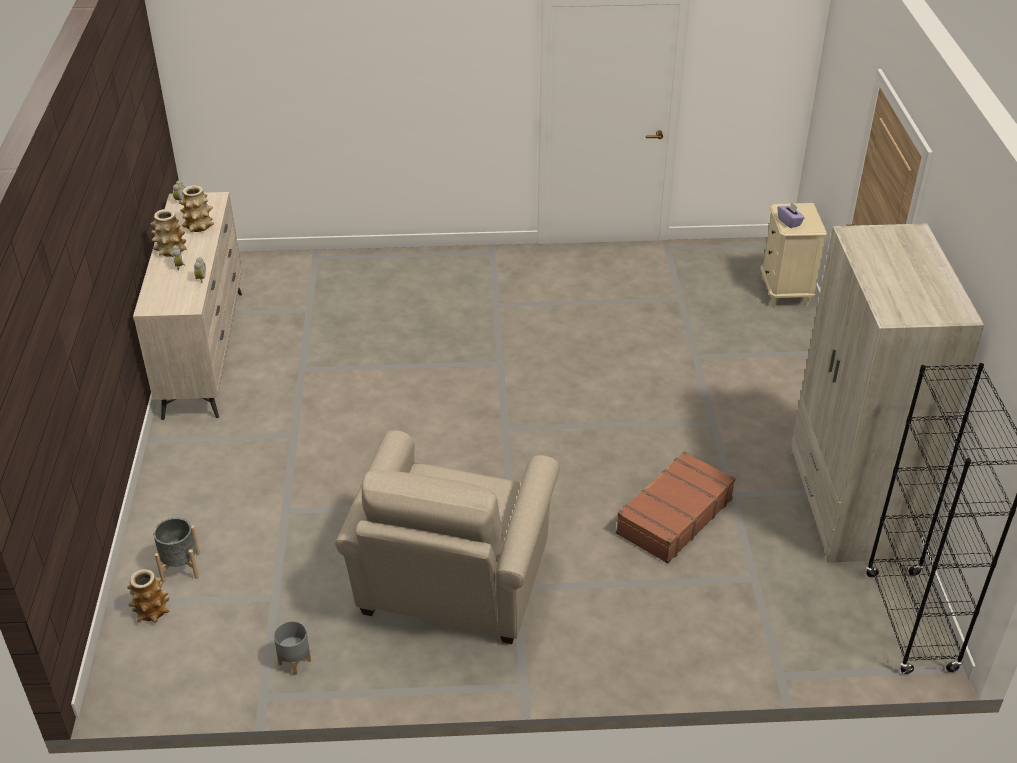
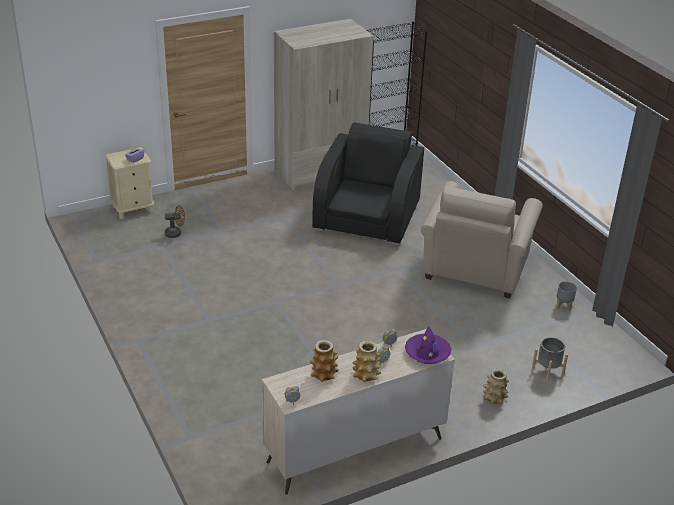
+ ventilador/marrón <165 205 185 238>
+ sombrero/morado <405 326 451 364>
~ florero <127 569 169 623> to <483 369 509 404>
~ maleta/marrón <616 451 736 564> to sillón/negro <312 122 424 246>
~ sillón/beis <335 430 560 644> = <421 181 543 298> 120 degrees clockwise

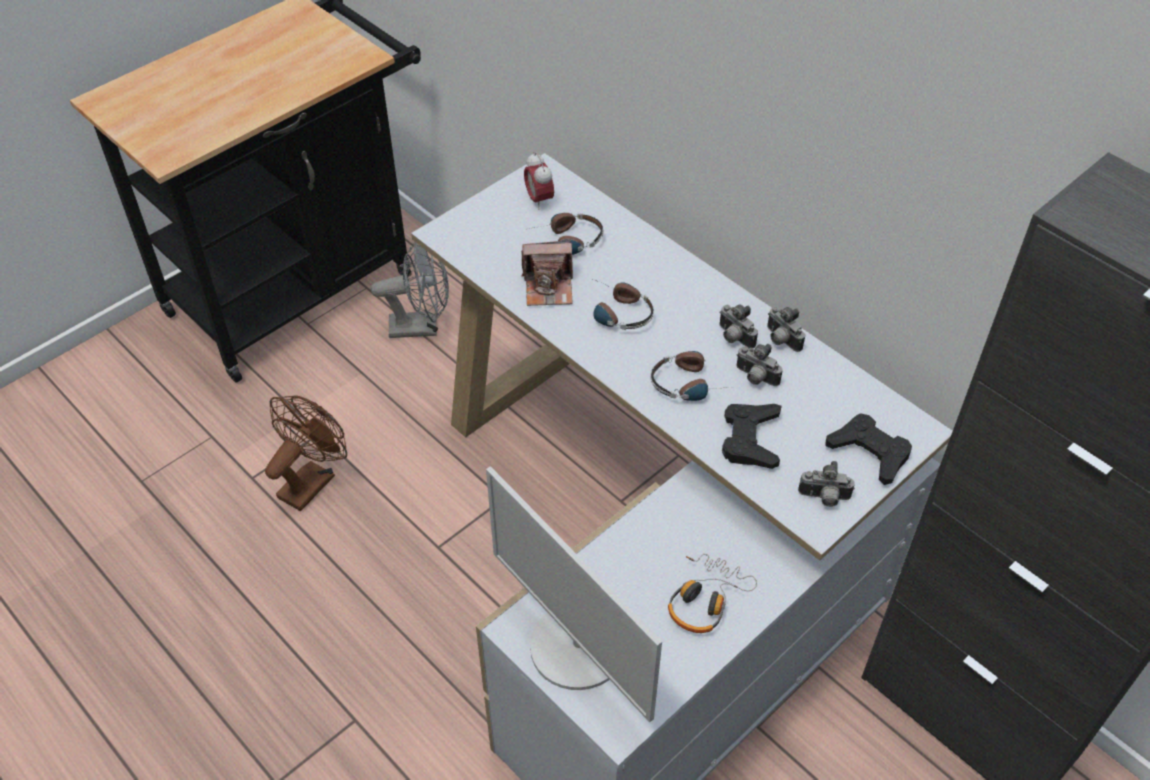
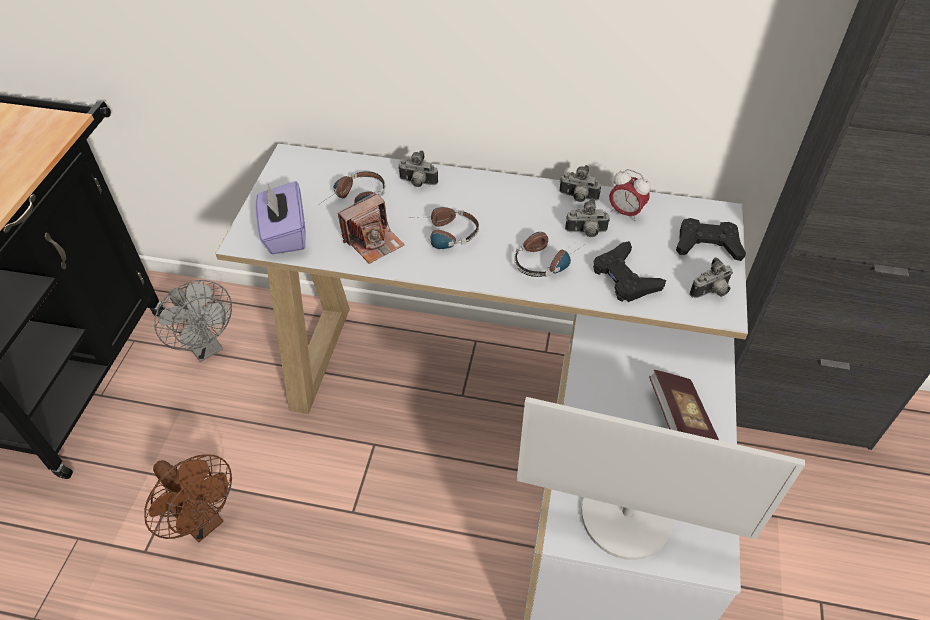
+ caja de pañuelos/morado <256 181 306 254>
~ despertador <524 152 554 210> to <609 169 651 222>
~ cámara <719 304 758 349> to <398 151 438 187>
~ auriculares <668 554 757 633> to libro <649 370 719 440>
~ ventilador/marrón <265 396 347 511> = <144 454 232 543> 135 degrees clockwise
~ ventilador/gris <371 242 449 338> = <154 280 232 362> 90 degrees clockwise

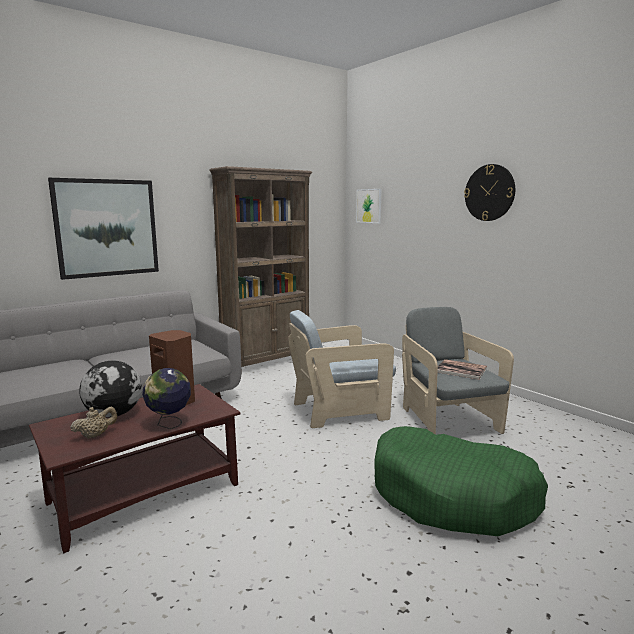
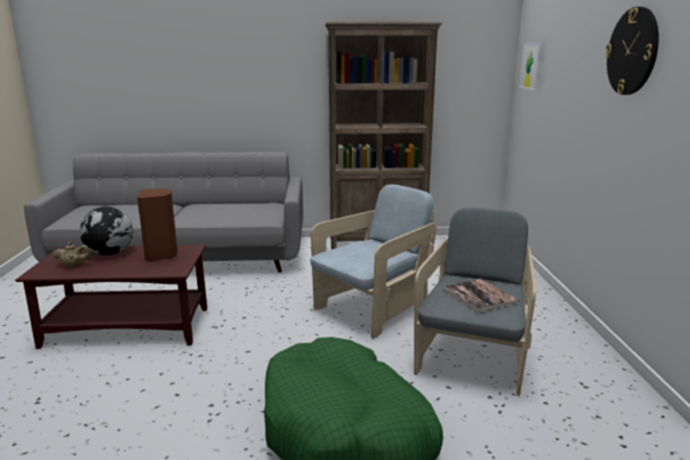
- cuadro <48 178 159 280>
- globo terráqueo <142 368 191 429>
~ sillón/beis <288 310 396 428> = <311 184 437 339> 120 degrees clockwise

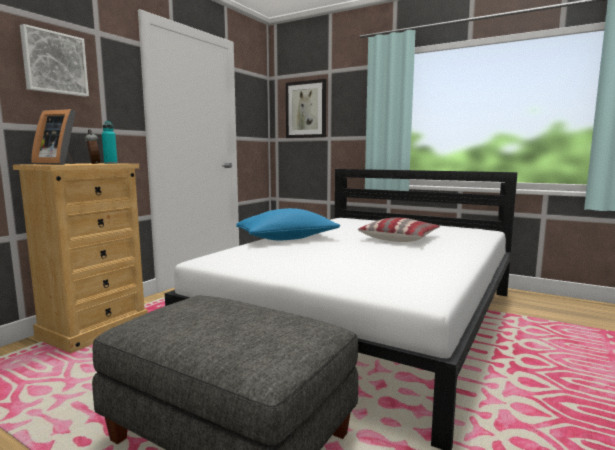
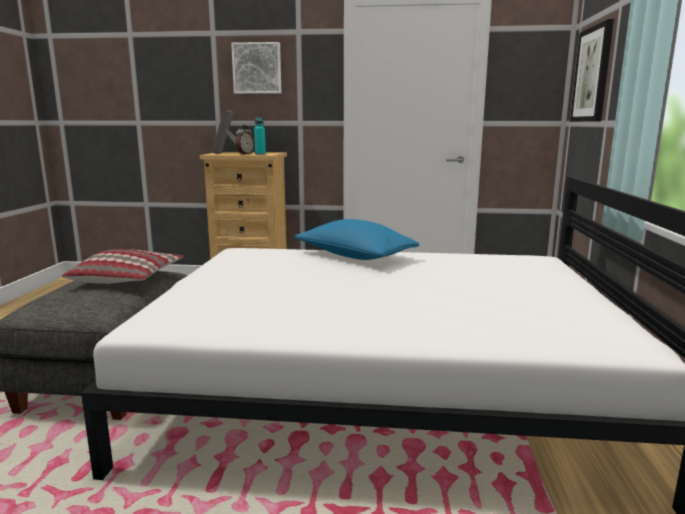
~ cojín <358 218 440 242> to <62 249 183 284>

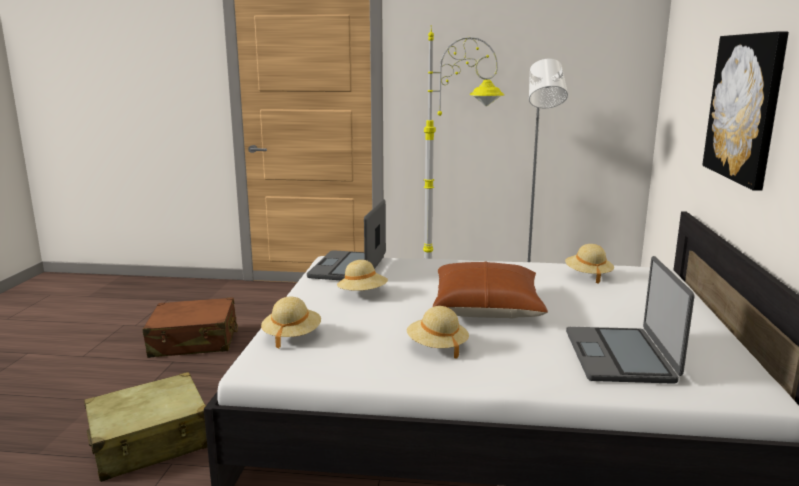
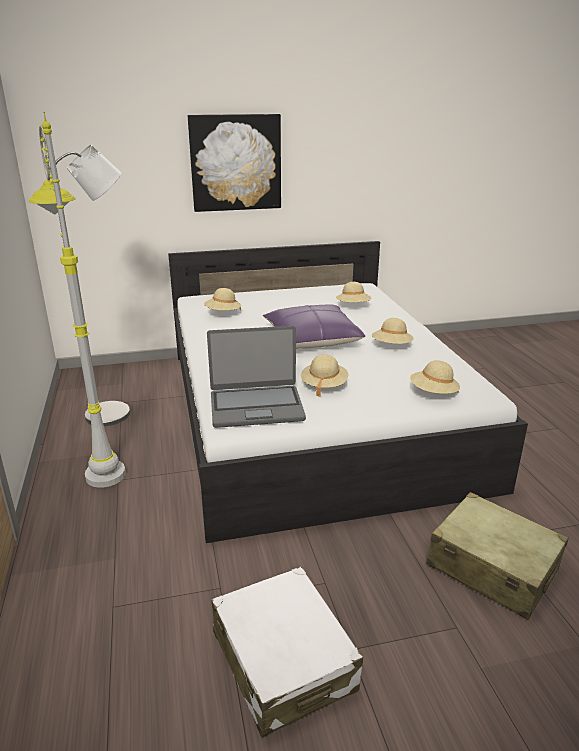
~ portátil <566 256 695 384> to sombrero/beis <336 282 372 302>
~ maleta/marrón <143 297 238 358> to maleta/blanco <211 567 363 738>
~ cojín/marrón <432 262 548 319> to cojín/morado <262 304 366 349>

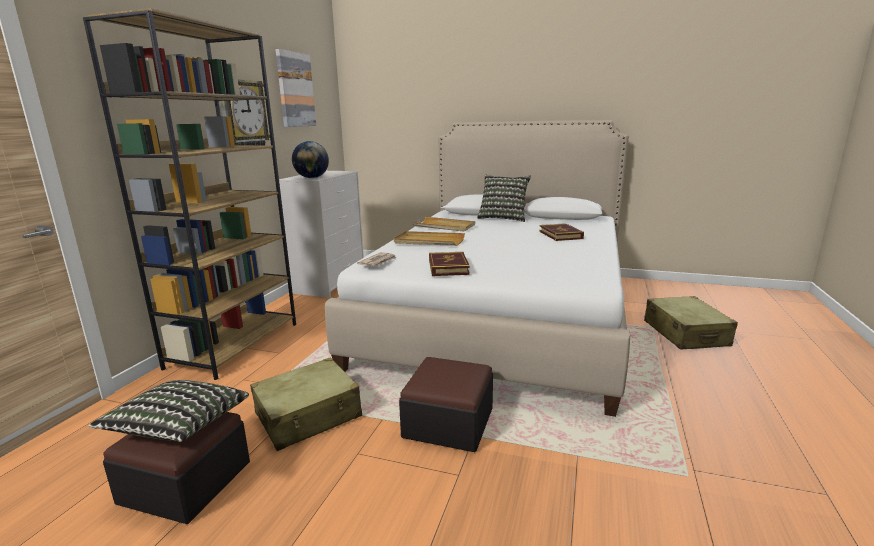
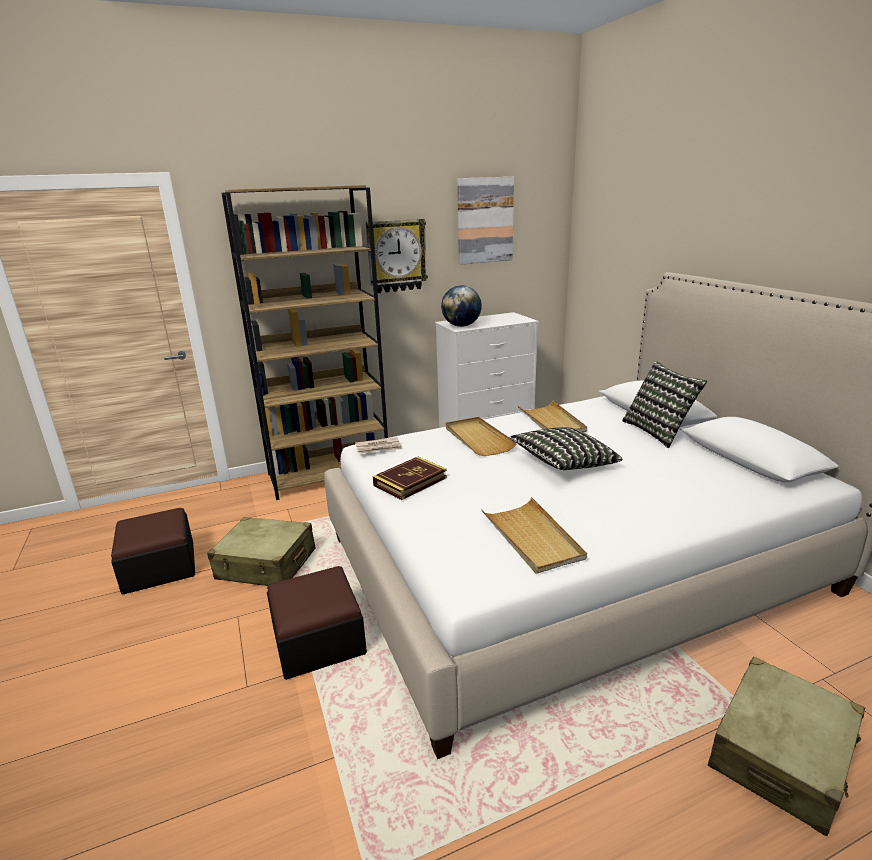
- libro <539 223 584 241>
+ bandeja/beis <481 497 587 574>
~ cojín <89 380 249 442> to <509 427 622 470>

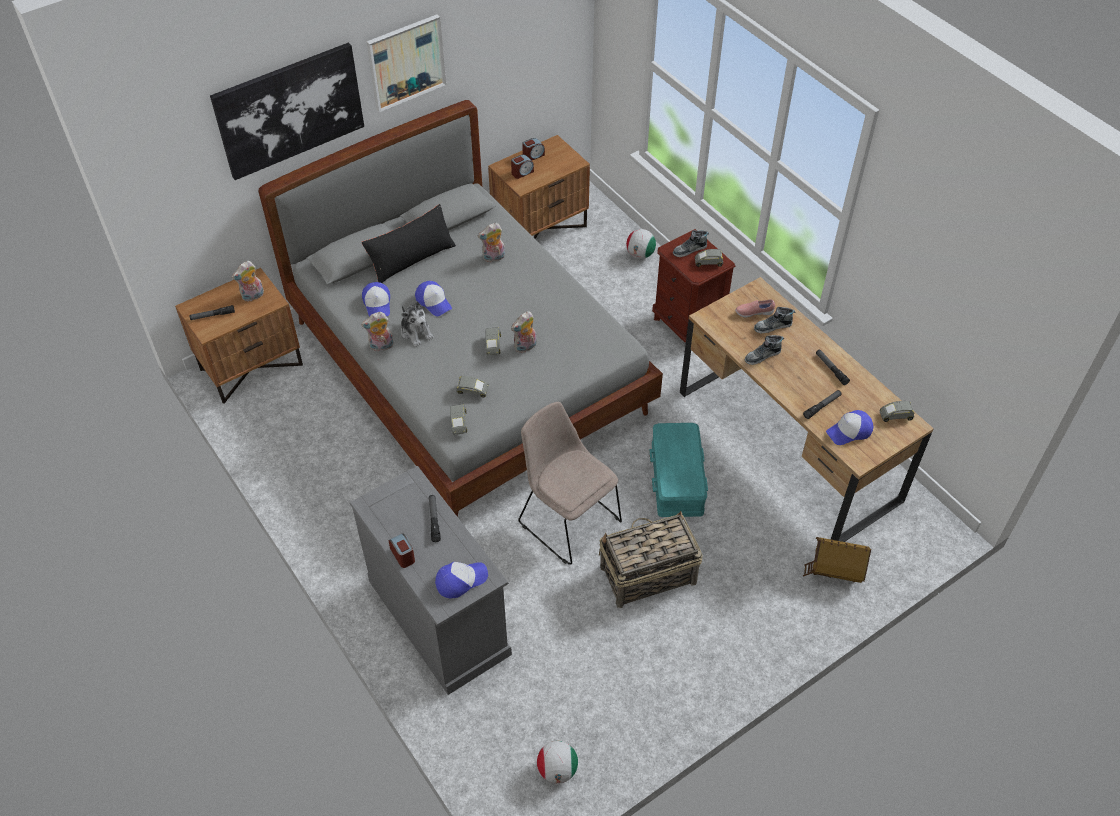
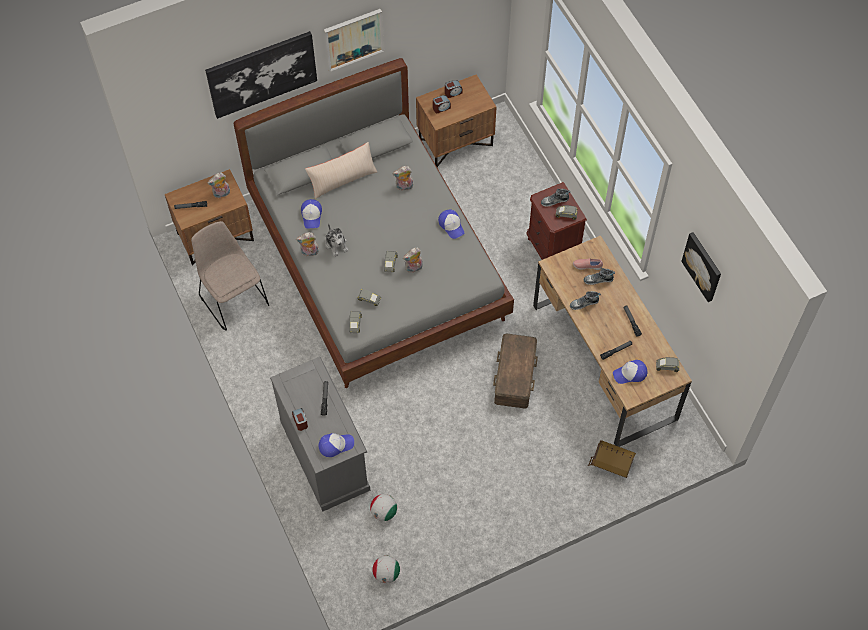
- cesta <599 511 703 608>
+ cuadro <681 232 721 302>
~ gorra <415 281 452 316> to <438 209 464 239>
~ silla/beis <518 402 622 565> to <191 221 269 331>
~ balón de fútbol <626 229 656 259> to <370 494 397 521>
~ cojín/negro <361 204 456 283> to cojín/beis <305 142 377 199>
~ caja de almacenaje/turquesa <649 423 708 517> to caja de almacenaje/marrón <493 333 538 408>

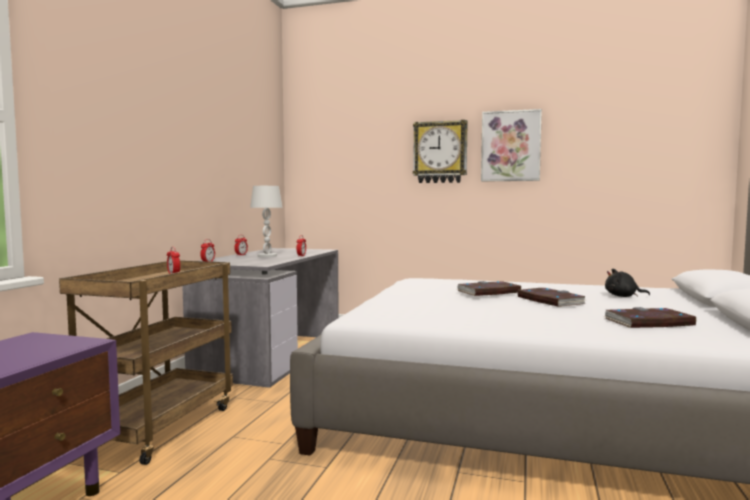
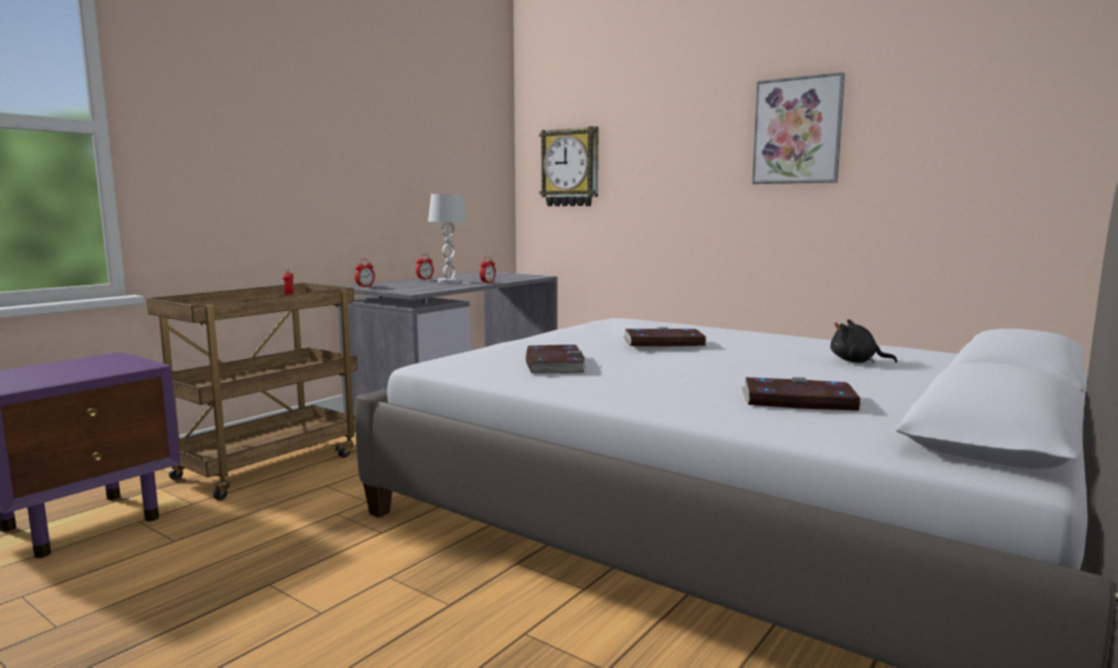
~ reloj de pared <413 120 468 183> to <539 126 599 206>
~ libro <518 288 585 307> to <526 345 586 373>

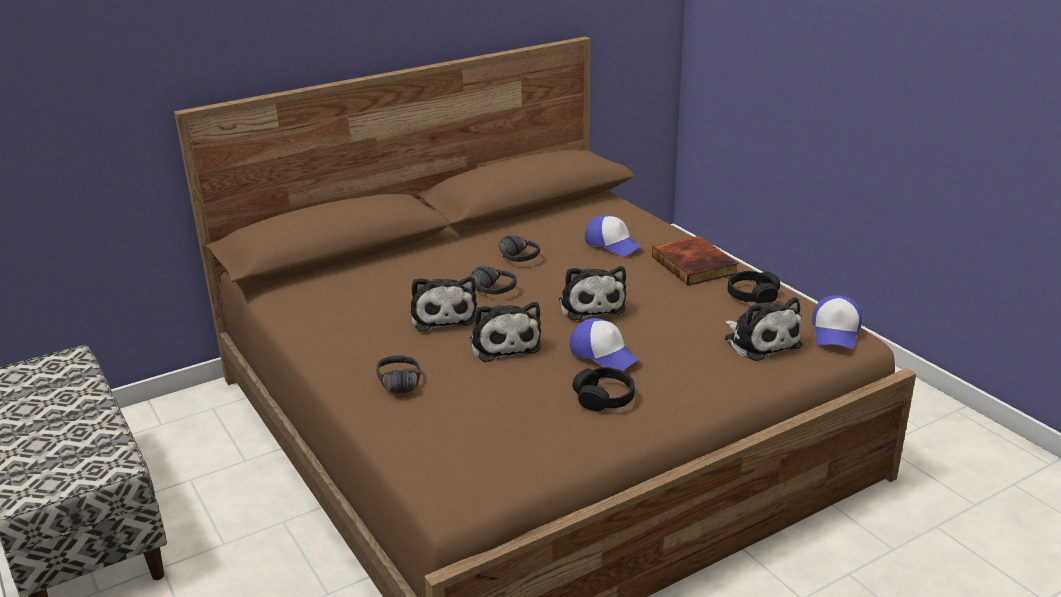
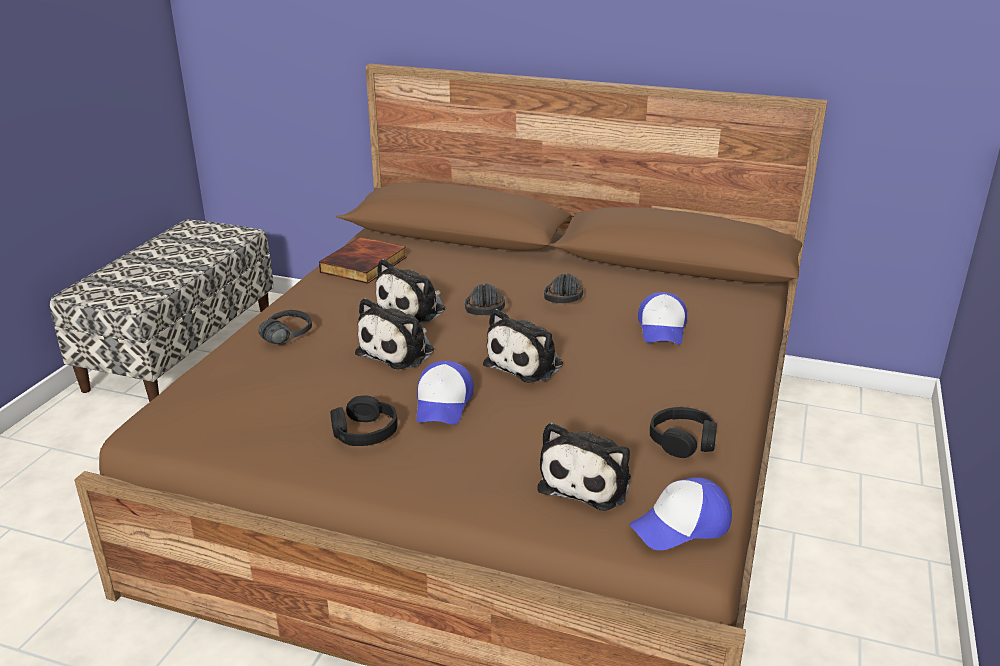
~ libro <652 236 738 285> to <319 237 407 284>

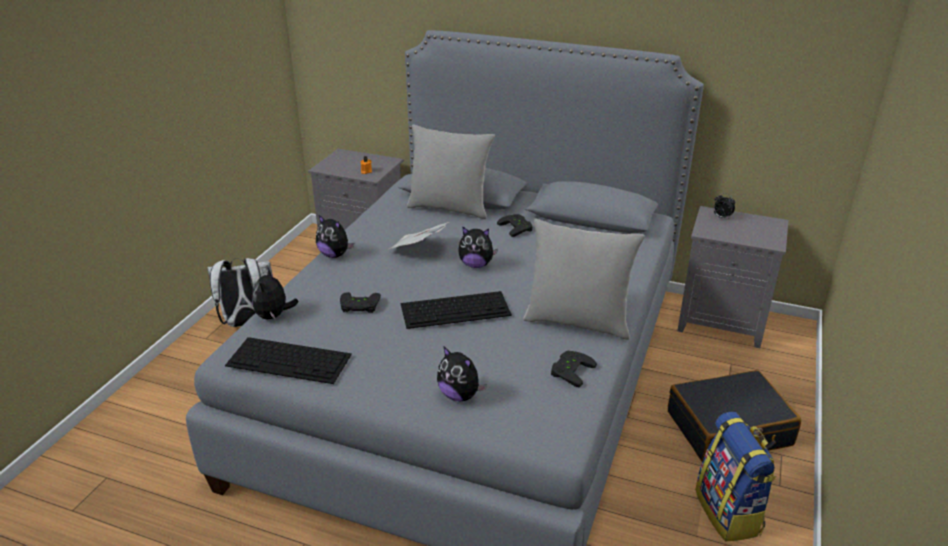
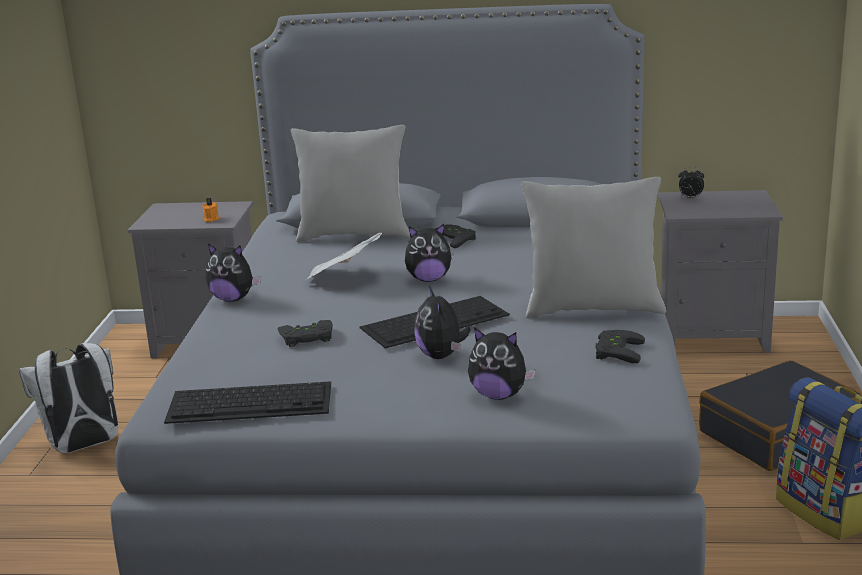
~ peluche <252 268 299 319> to <414 286 470 359>

